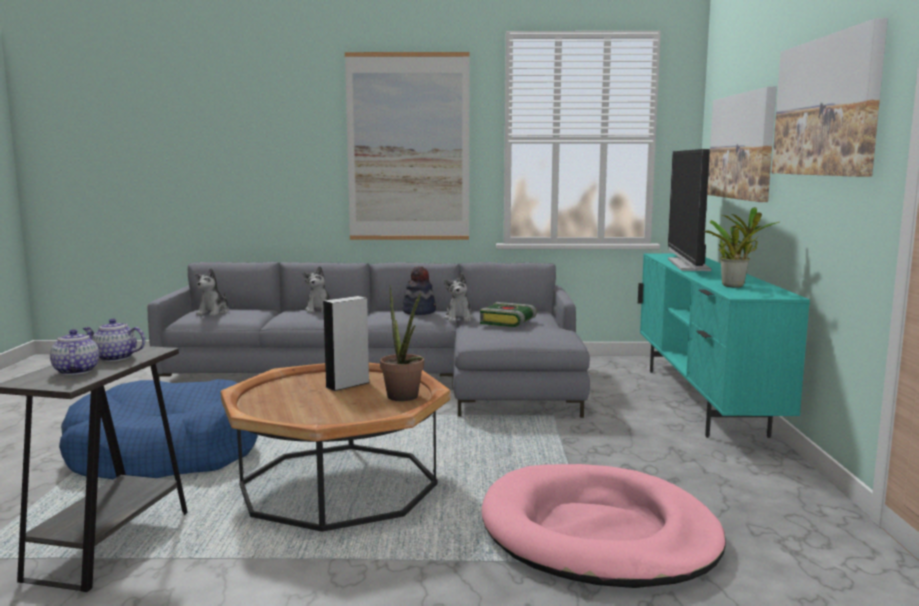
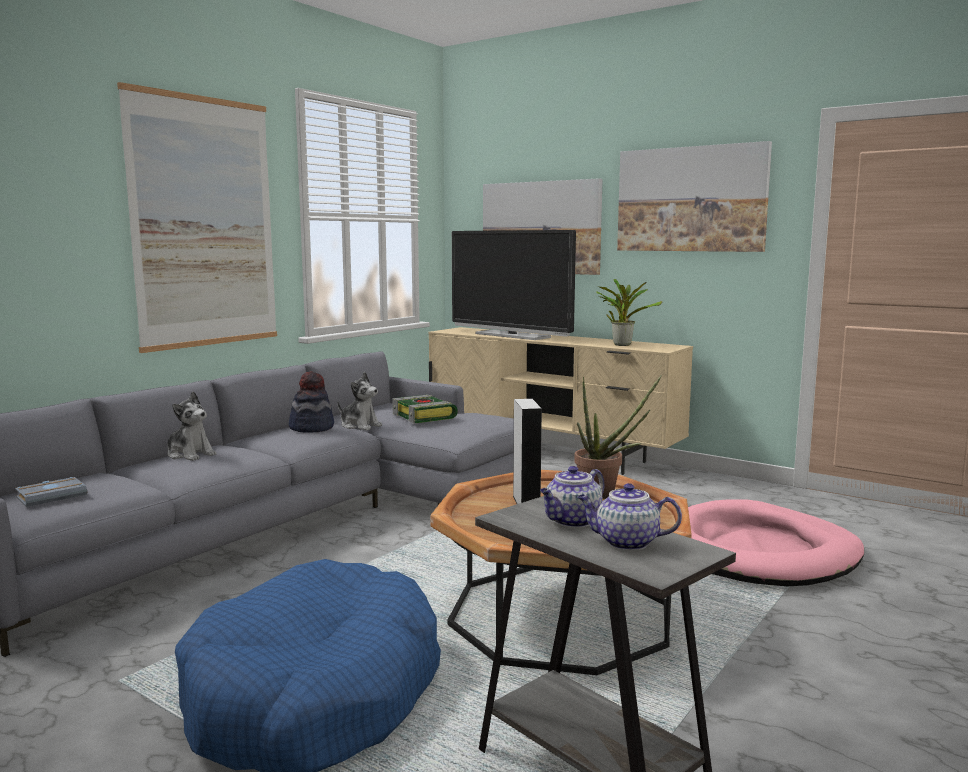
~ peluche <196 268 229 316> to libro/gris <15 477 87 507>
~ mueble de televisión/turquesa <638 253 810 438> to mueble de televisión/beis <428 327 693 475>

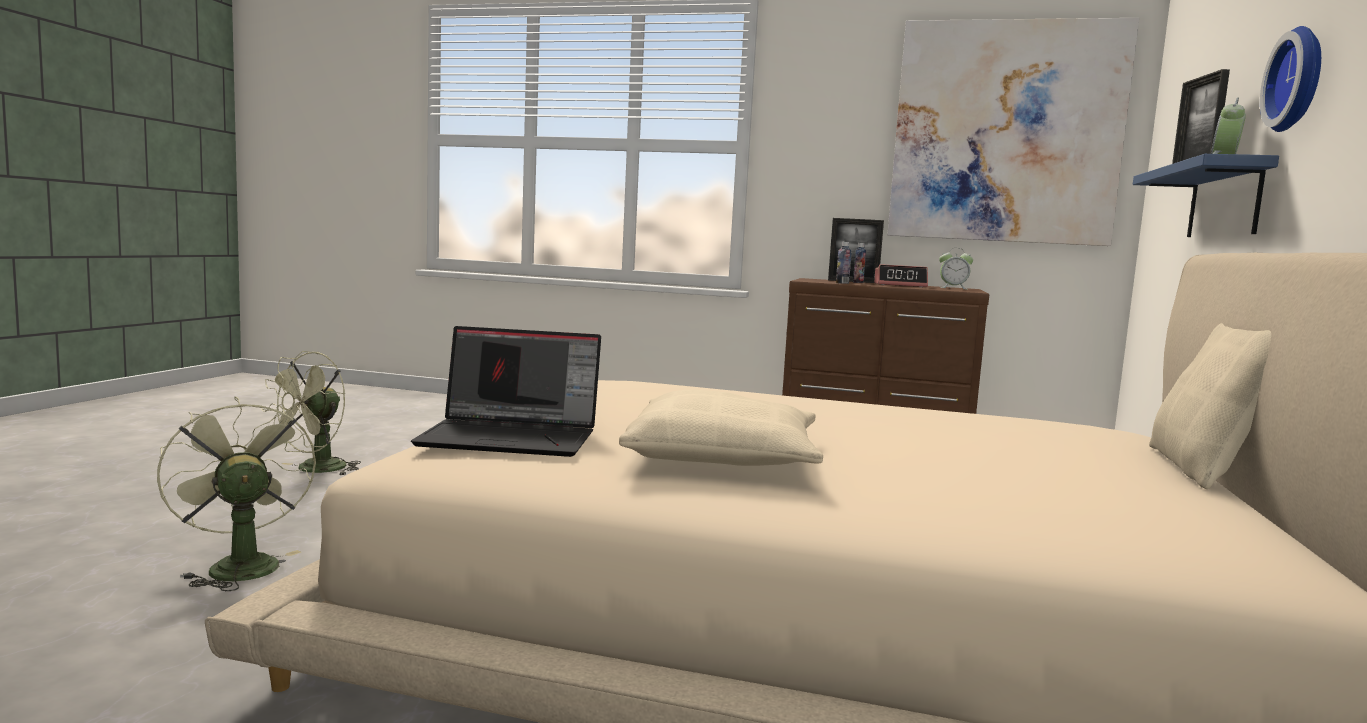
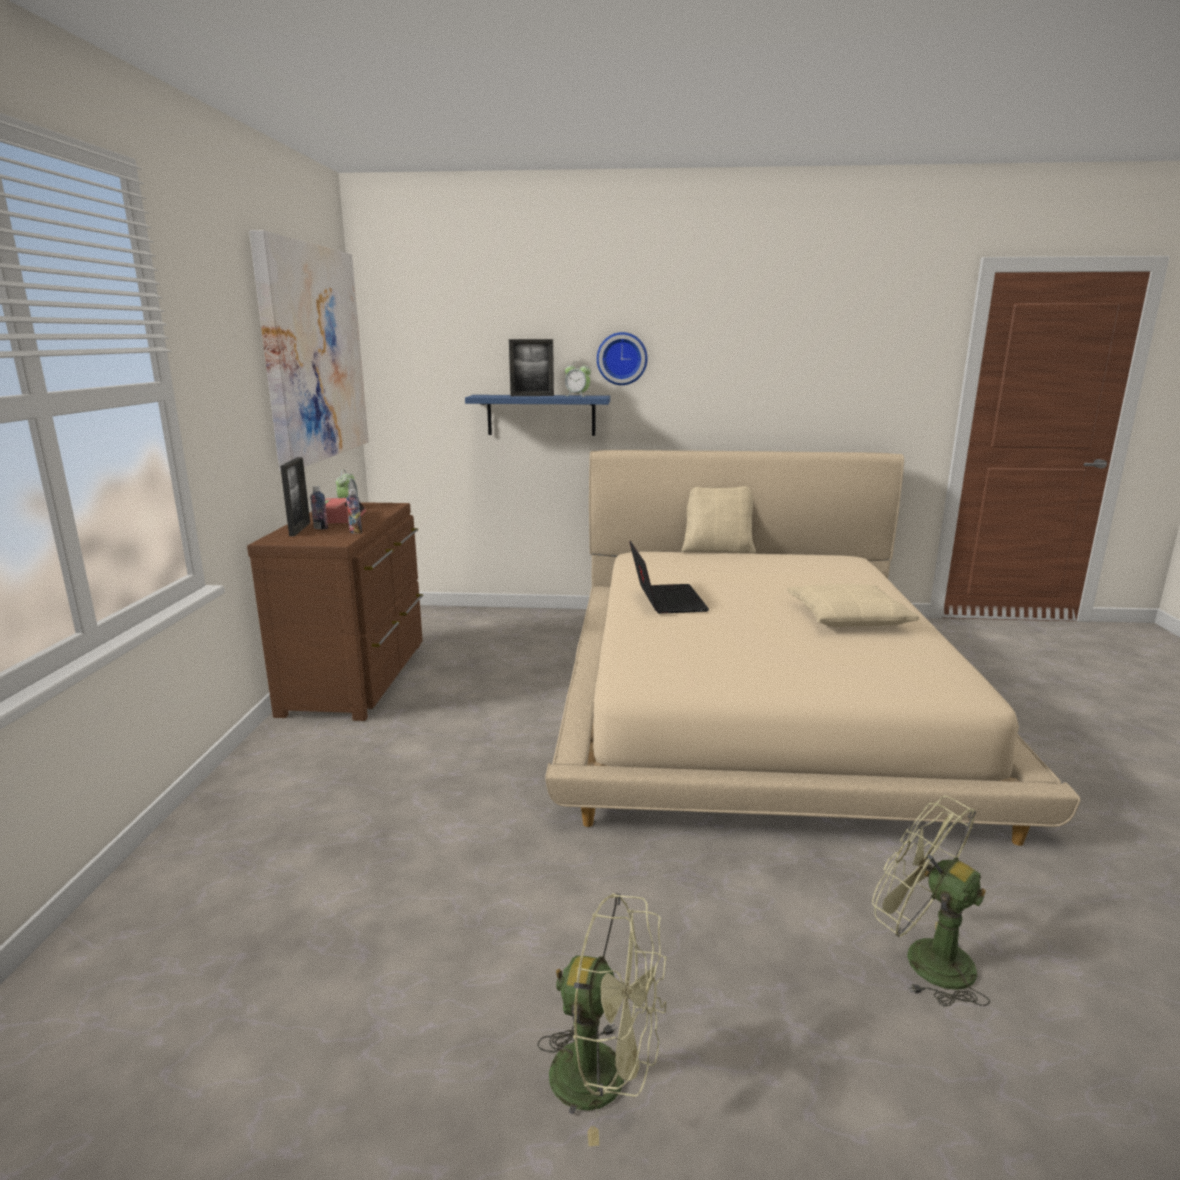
~ portátil <411 326 601 457> to <629 541 709 614>
~ ventilador/verde <157 397 316 592> = <872 796 990 1006> 90 degrees clockwise

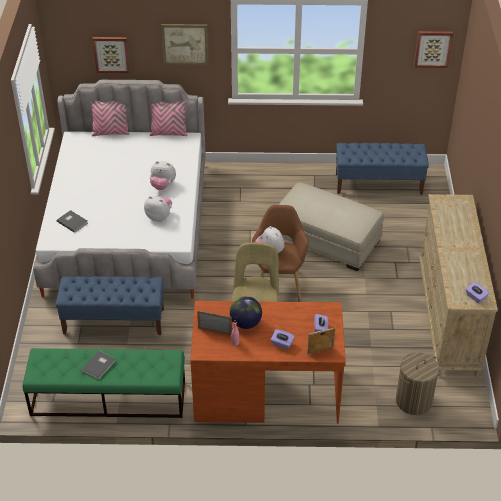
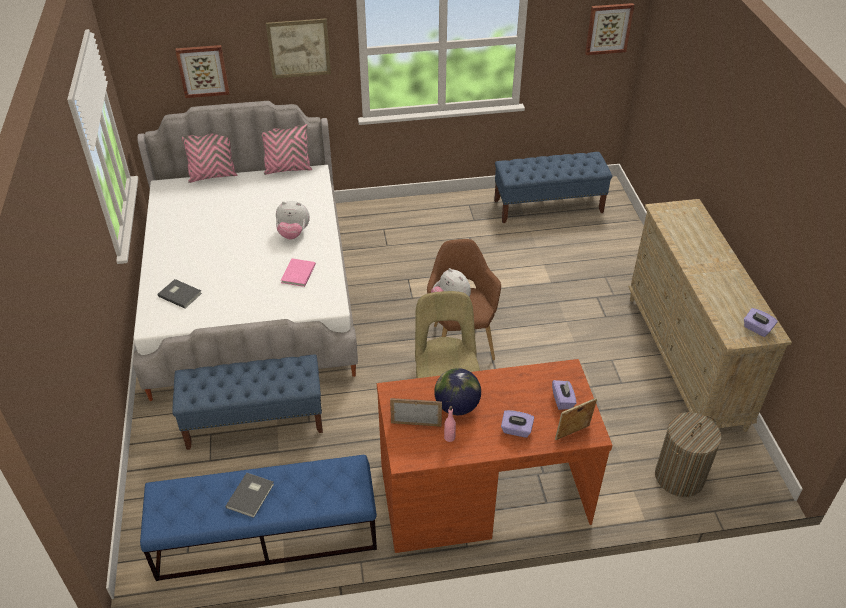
- puf/beis <279 182 384 271>
~ peluche <144 195 172 222> to libro/rosa <280 259 316 287>
~ banco/verde <23 348 185 418> to banco/azul <140 455 377 581>

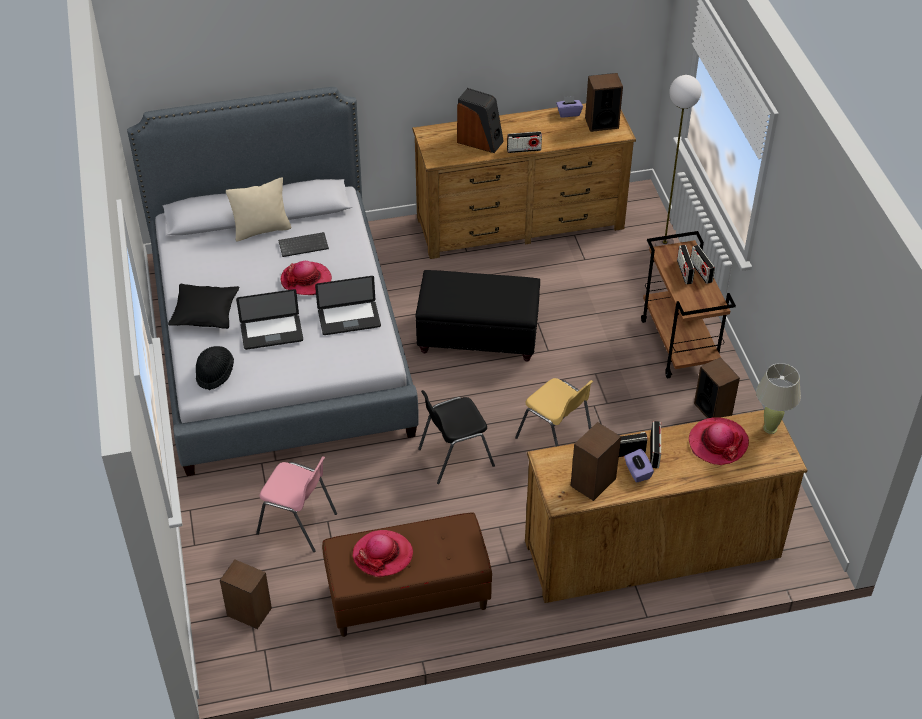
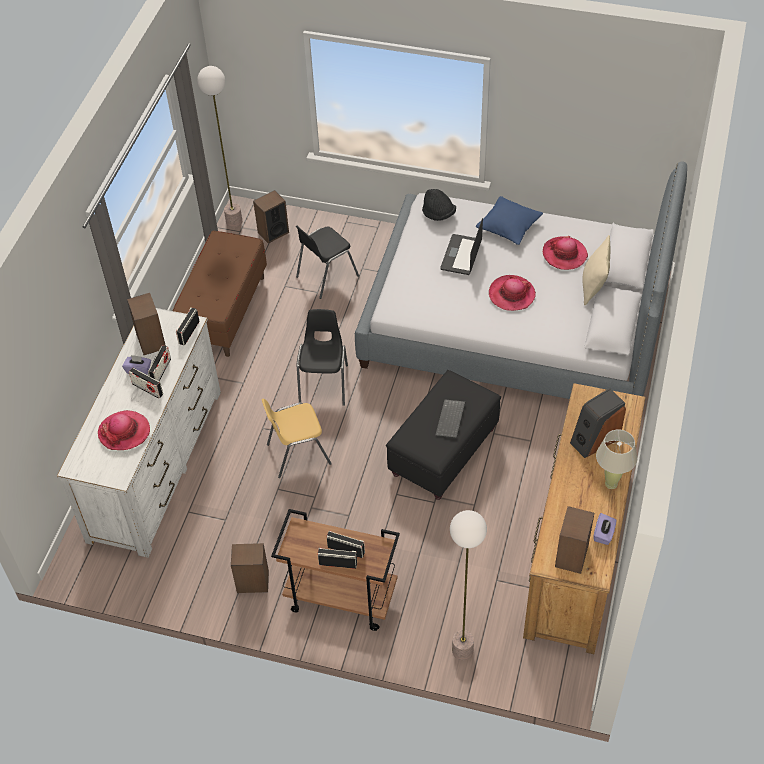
- portátil <315 276 381 335>
+ lámpara de pie <197 66 242 227>
~ teclado <278 232 329 257> to <435 399 465 438>
~ sombrero <353 530 413 577> to <543 236 588 270>
~ radio <507 131 542 153> to <176 307 200 345>
~ lámpara de mesa/beis <756 363 801 434> to <596 429 637 489>
~ cojín/negro <168 284 239 329> to cojín/azul <476 196 543 245>
~ silla/rosa <256 456 337 552> to silla/negro <295 226 359 299>
~ cómoda/marrón <525 410 808 603> to cómoda/blanco <57 308 221 558>

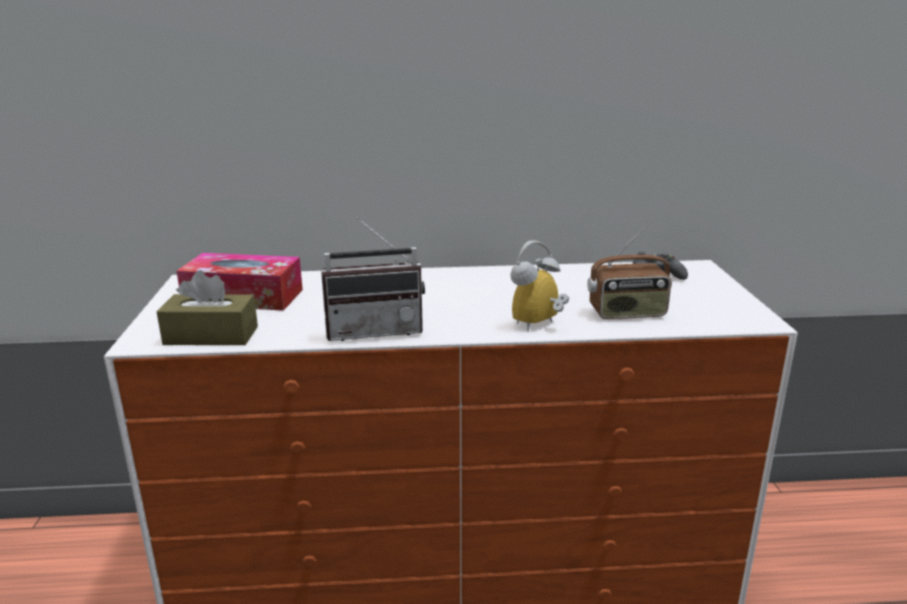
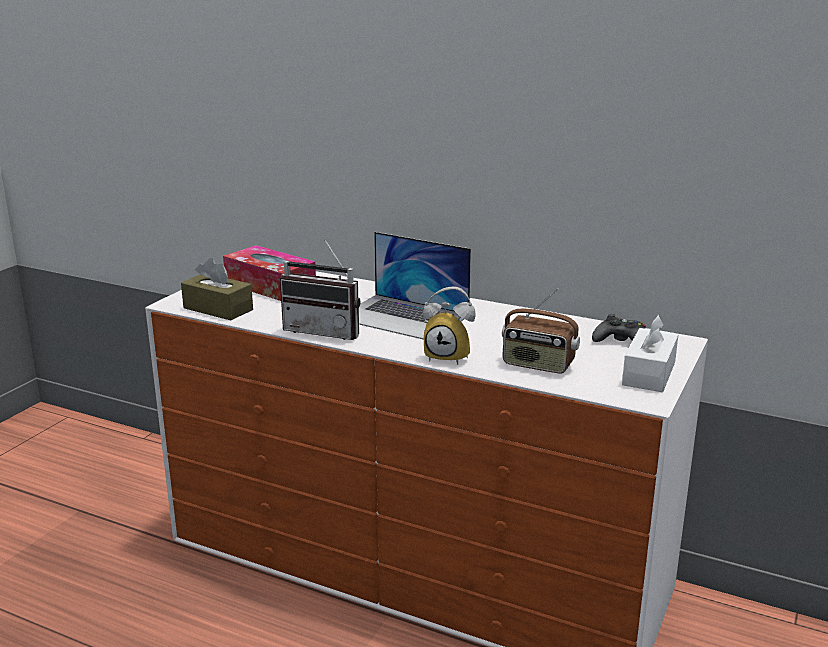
+ portátil <359 232 471 340>
+ caja de pañuelos/blanco <622 315 678 392>
~ despertador <510 240 569 332> = <423 287 476 365> 150 degrees counterclockwise

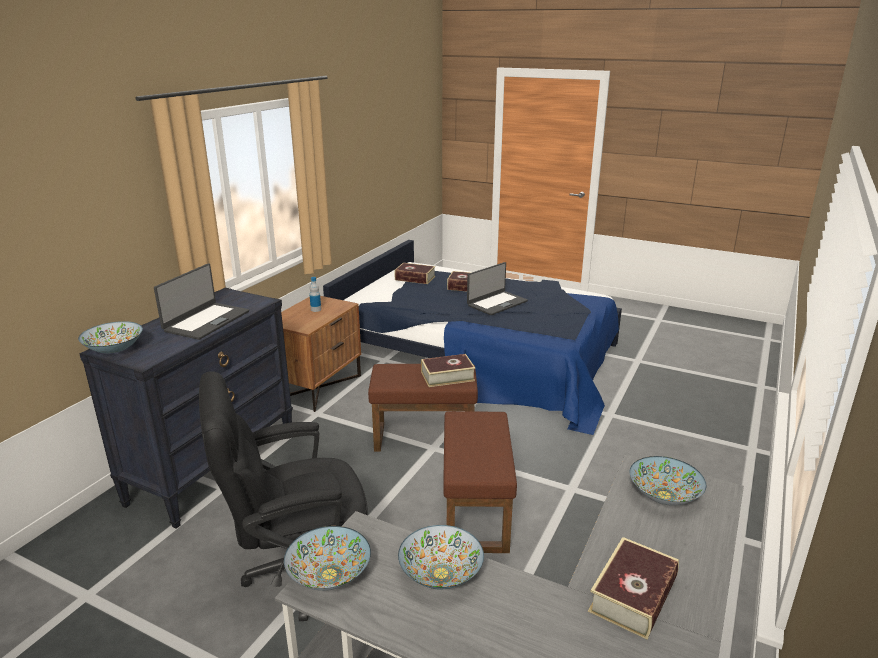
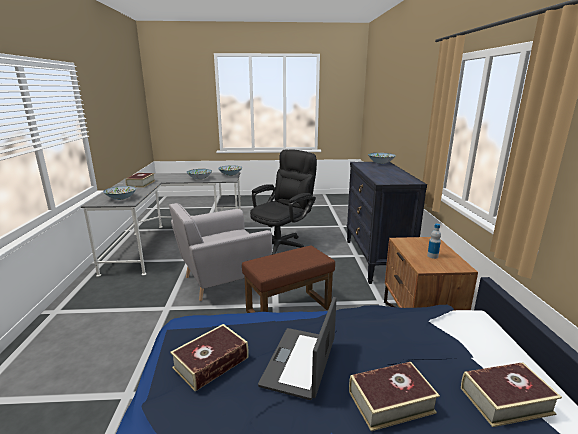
- portátil <154 263 249 340>
~ libro <421 354 475 387> to <170 324 249 391>
~ puf/marrón <443 411 517 553> to sillón/gris <169 203 272 301>

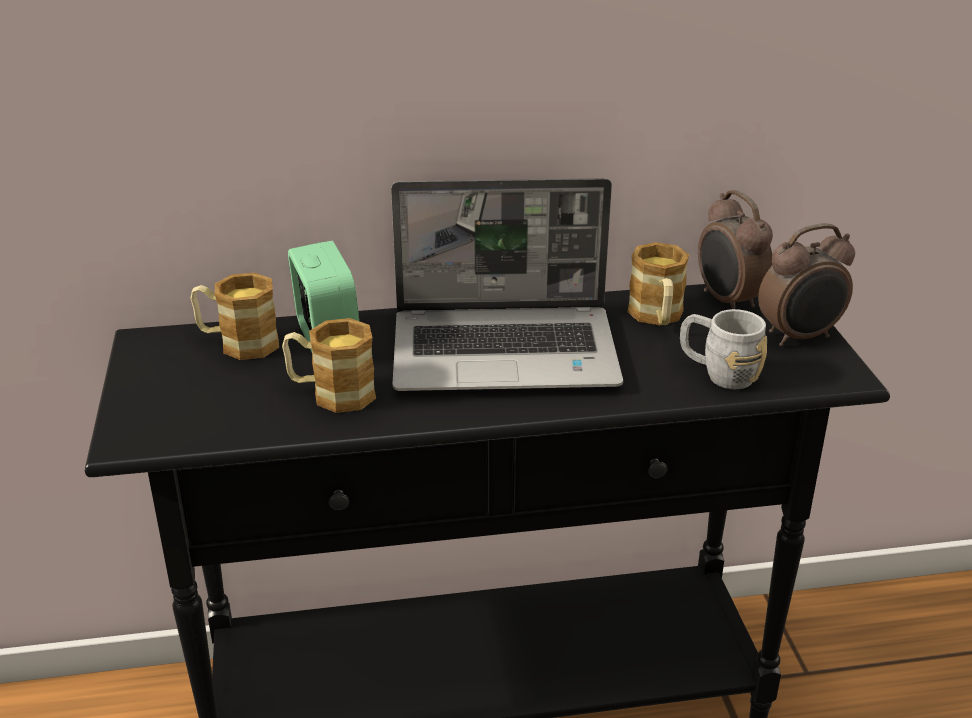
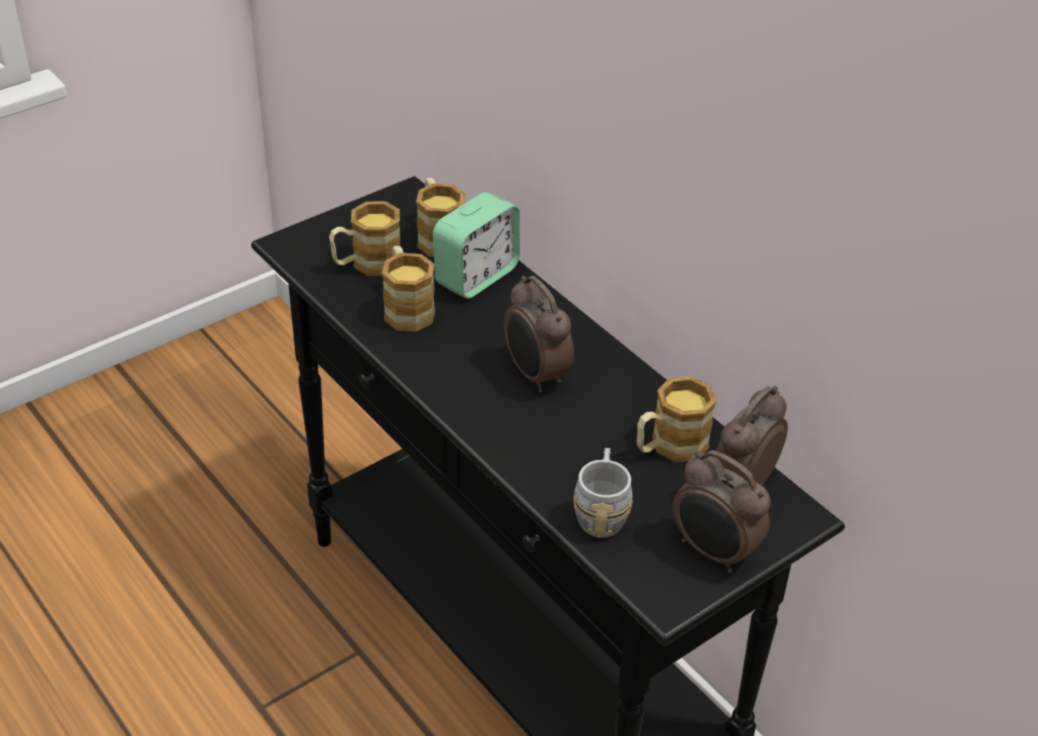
+ taza grande <329 201 400 276>
~ portátil <391 178 623 391> to despertador <504 276 574 393>

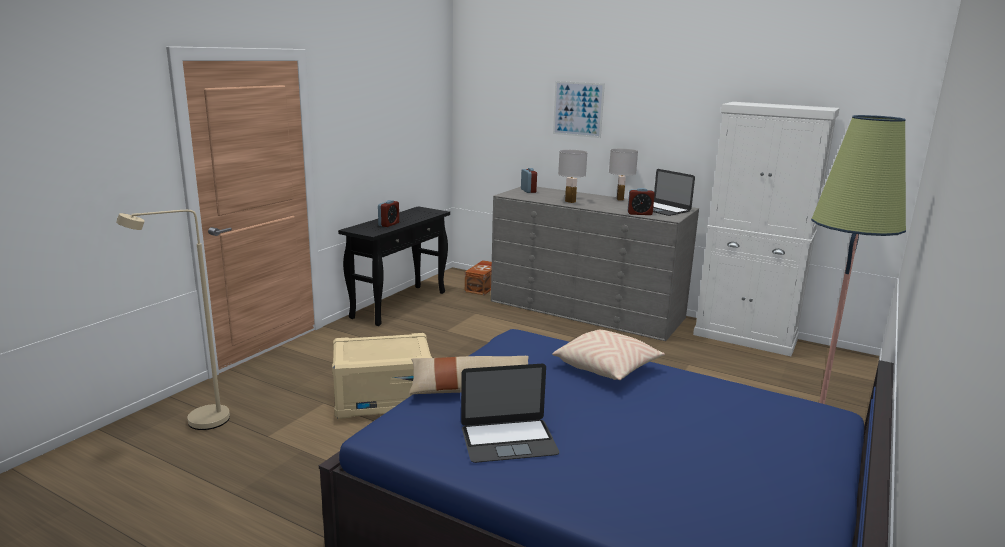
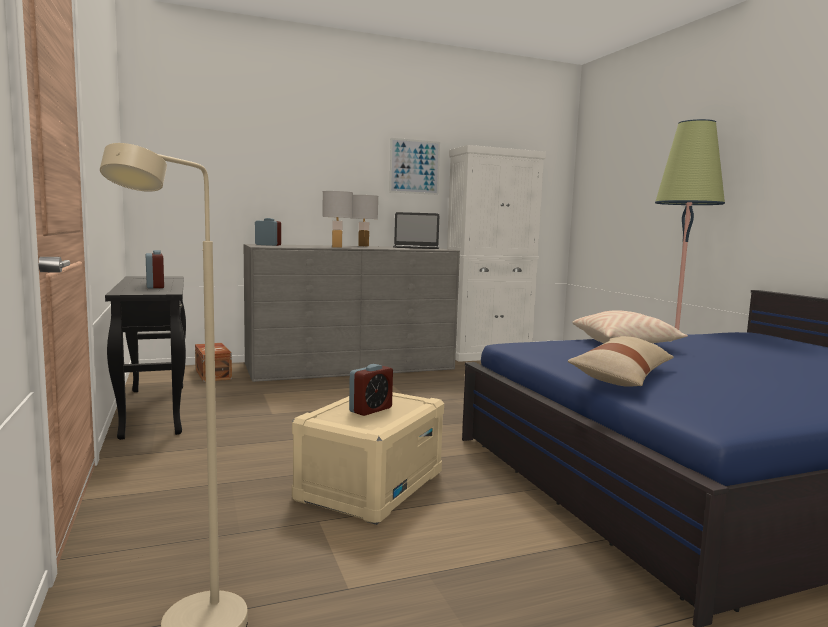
- portátil <461 364 559 463>
~ cuadro <553 81 605 138> to <389 138 440 195>
~ despertador <627 188 655 215> to <349 364 393 416>

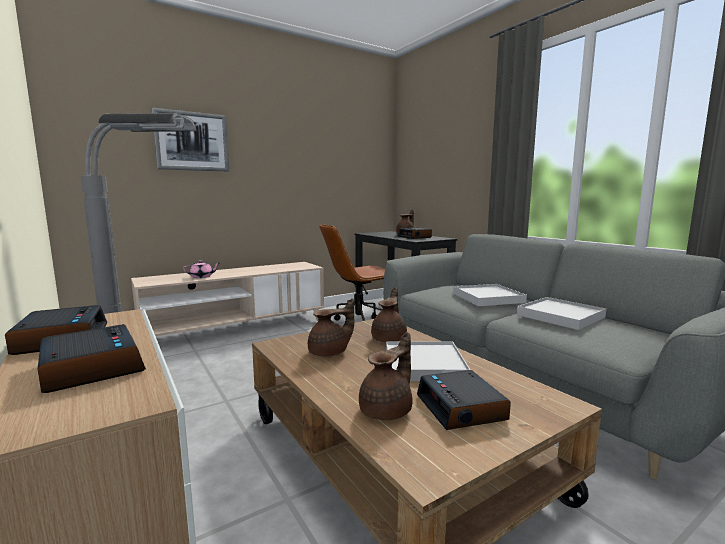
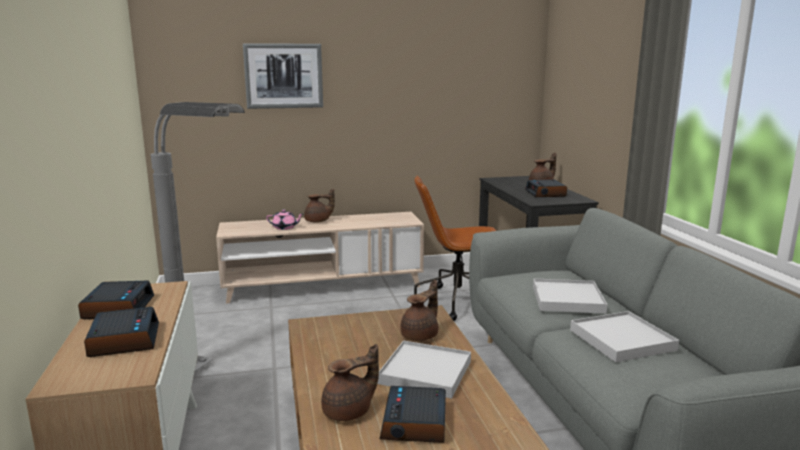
~ tetera/marrón <308 298 354 357> to <304 189 335 222>

